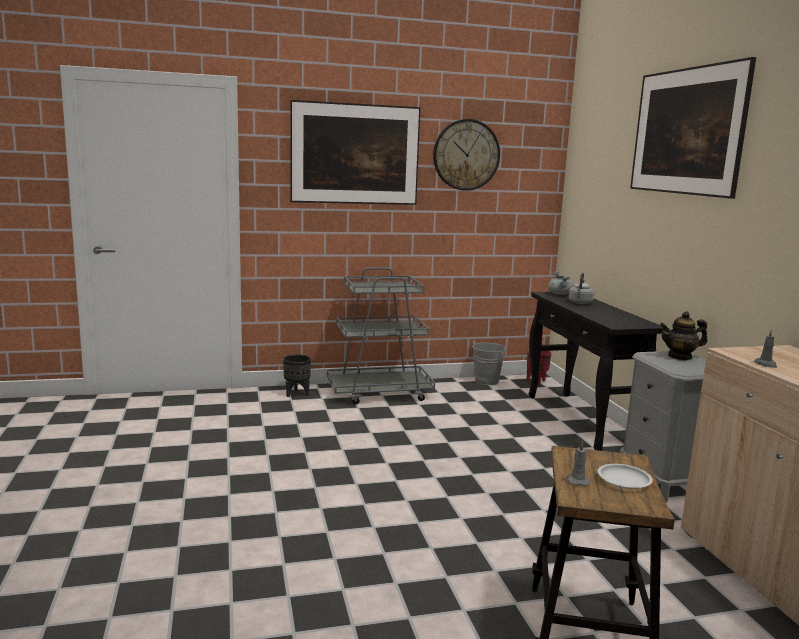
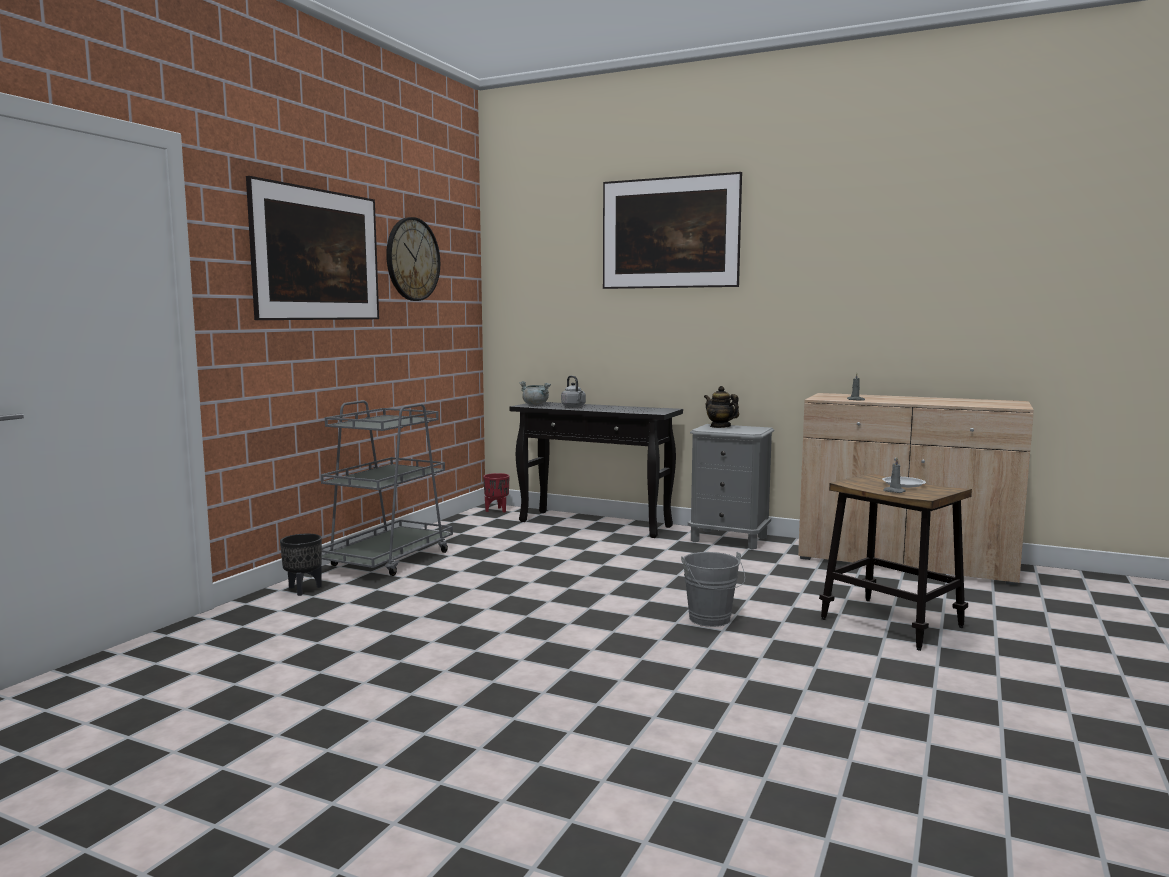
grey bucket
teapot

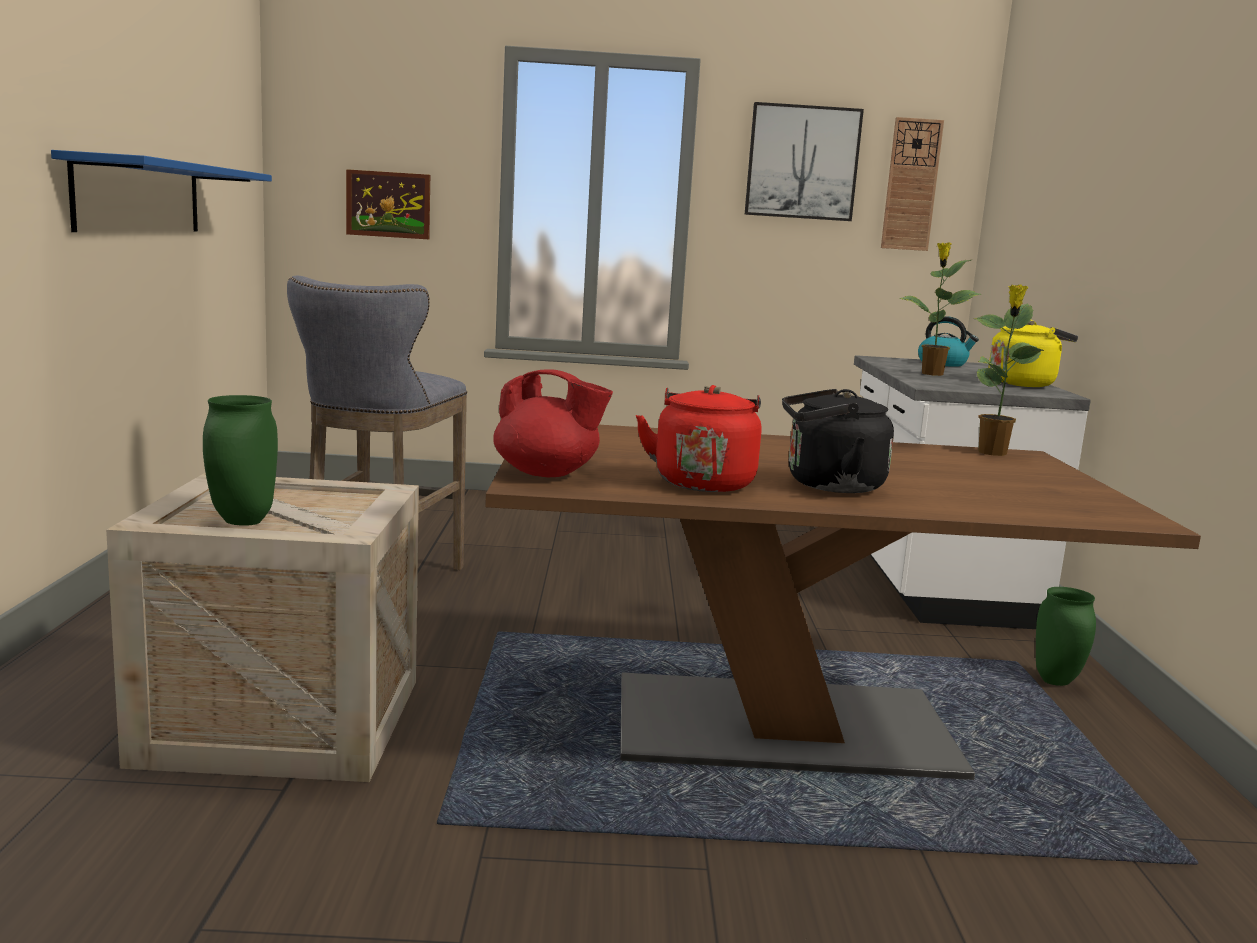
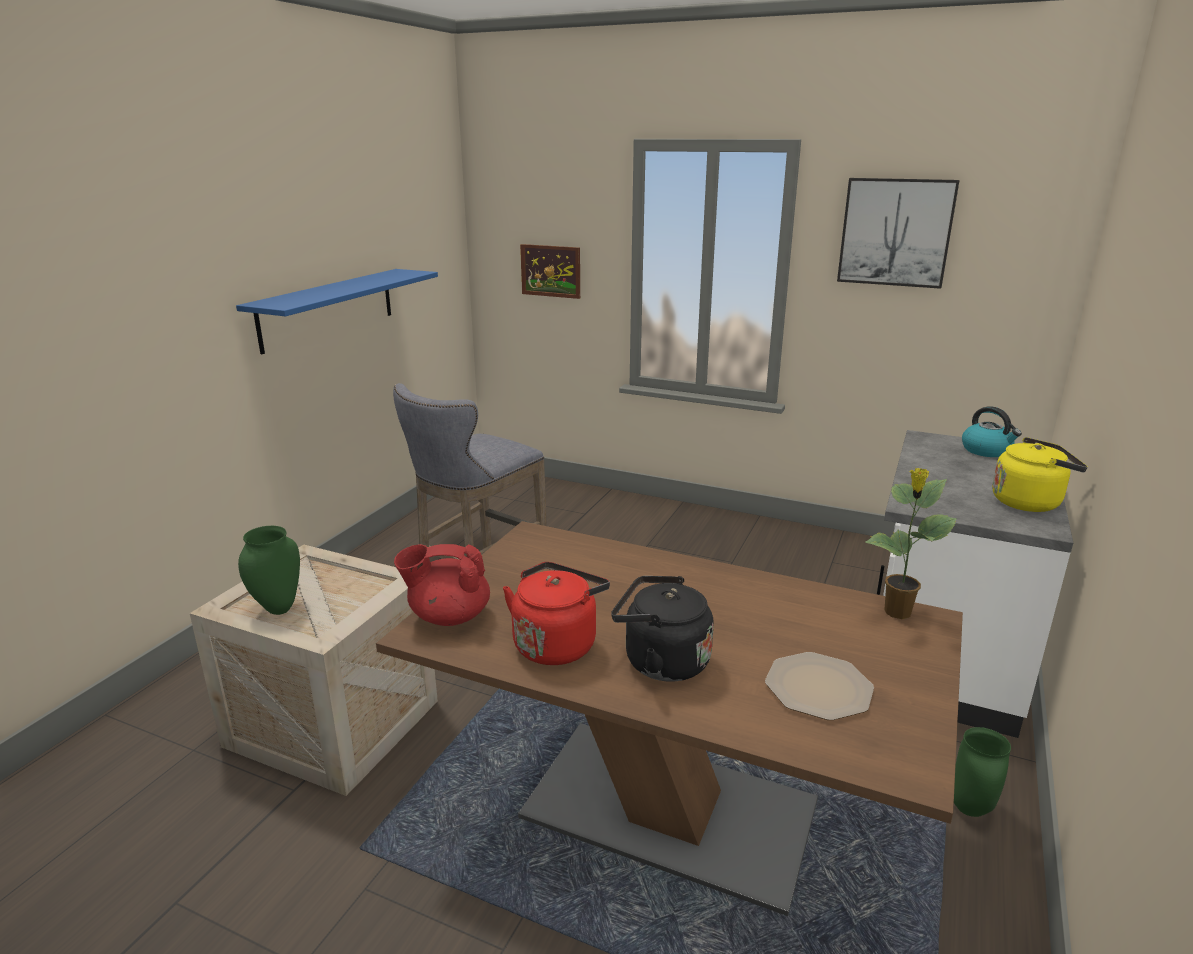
red teapot
wall clock
potted plant (no. 1 from left in the first image)
plate

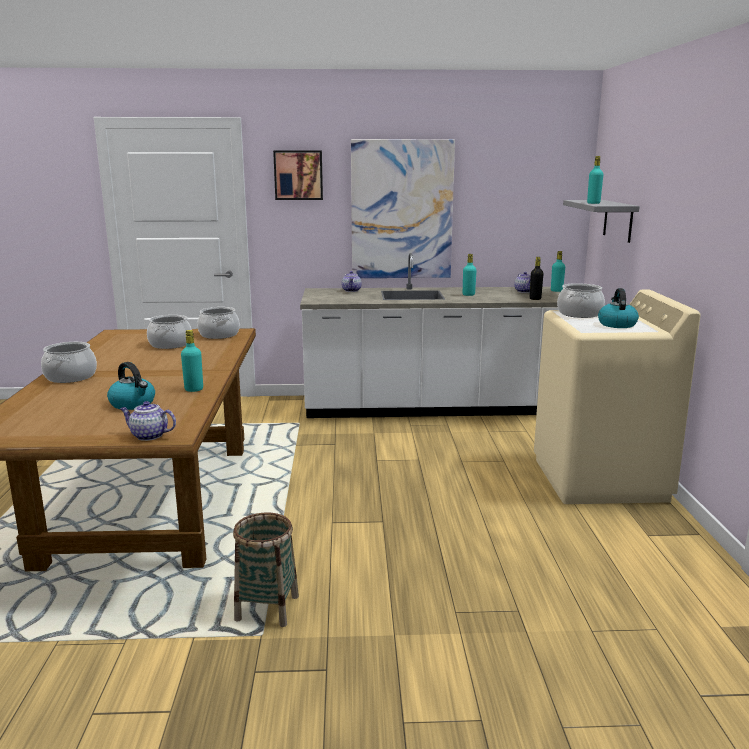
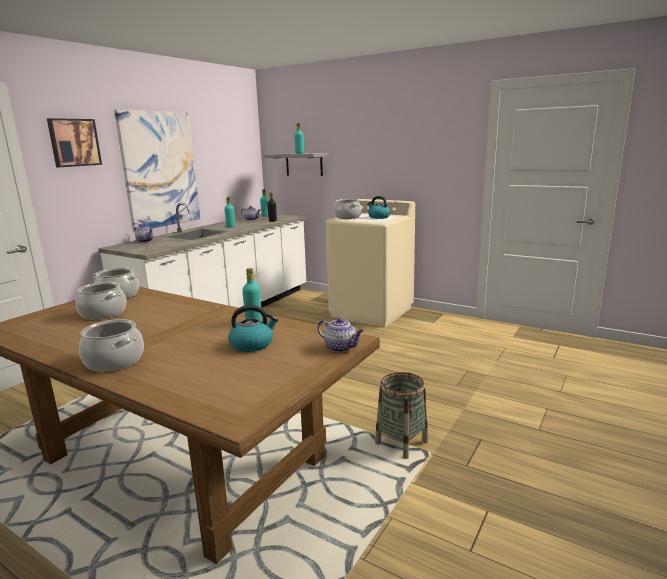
teapot (no. 3 from left)

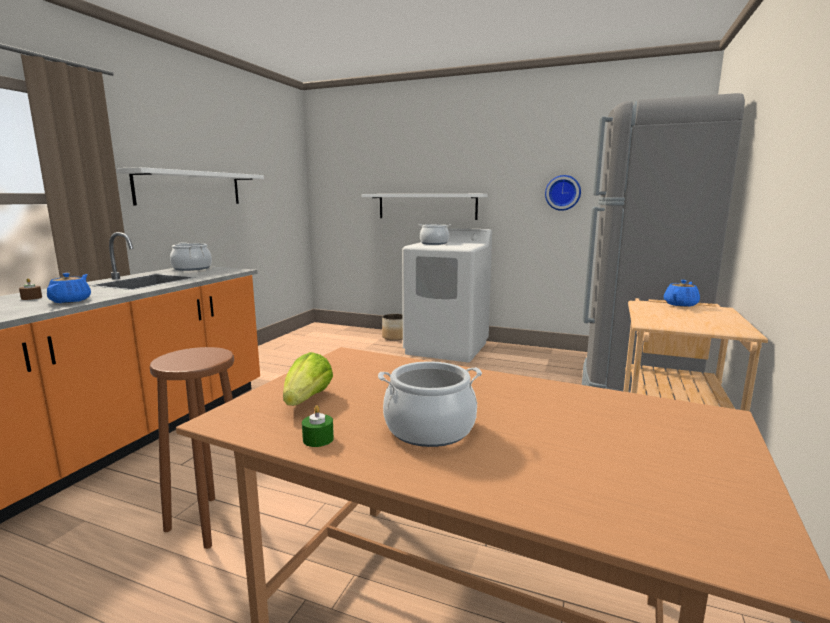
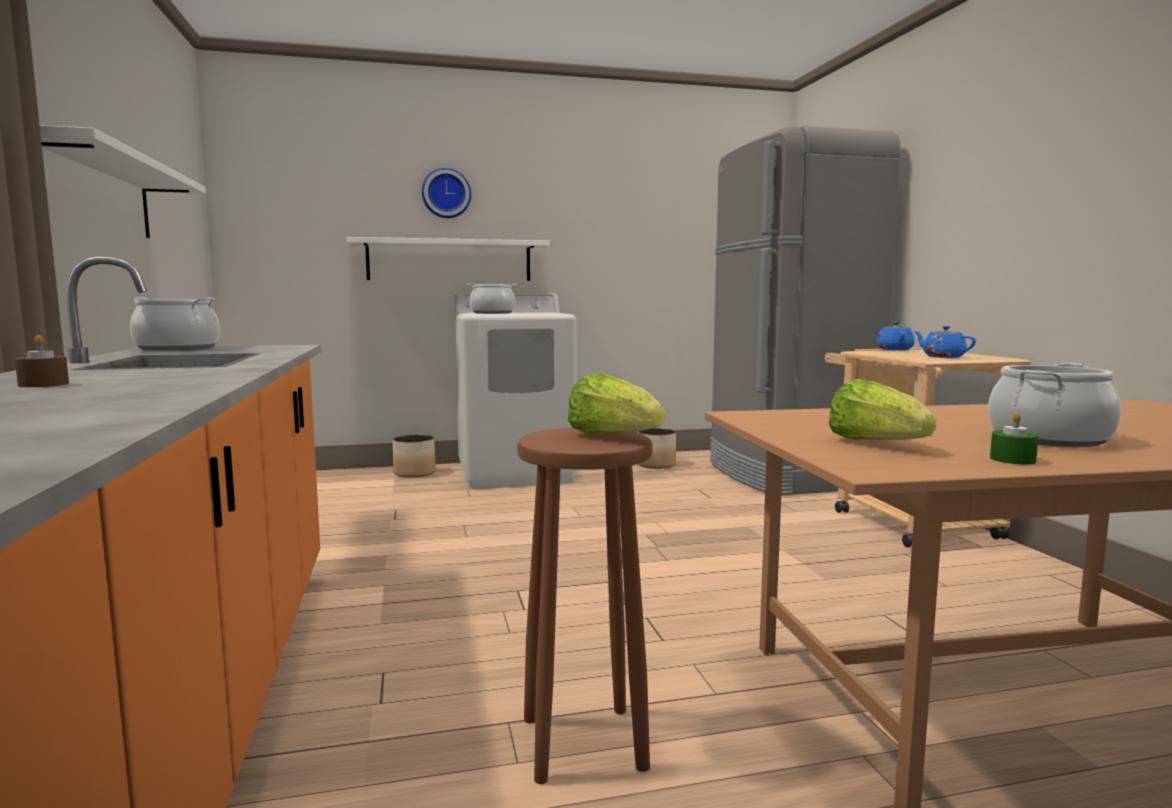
blue teapot (no. 2 from left)
wall clock
lettuce (no. 1 from left)
planter (no. 2 from left)

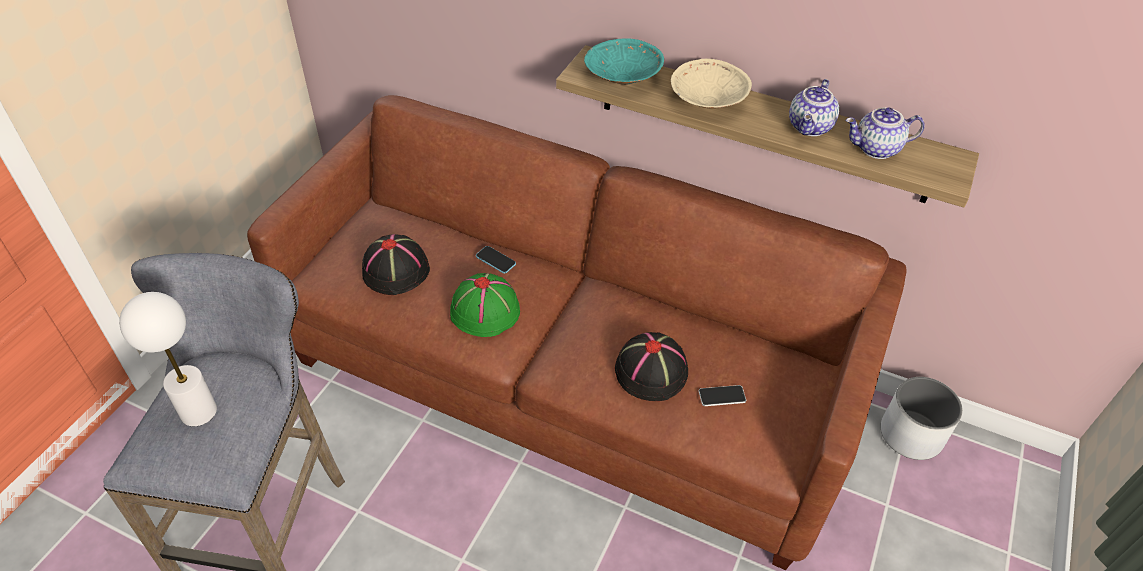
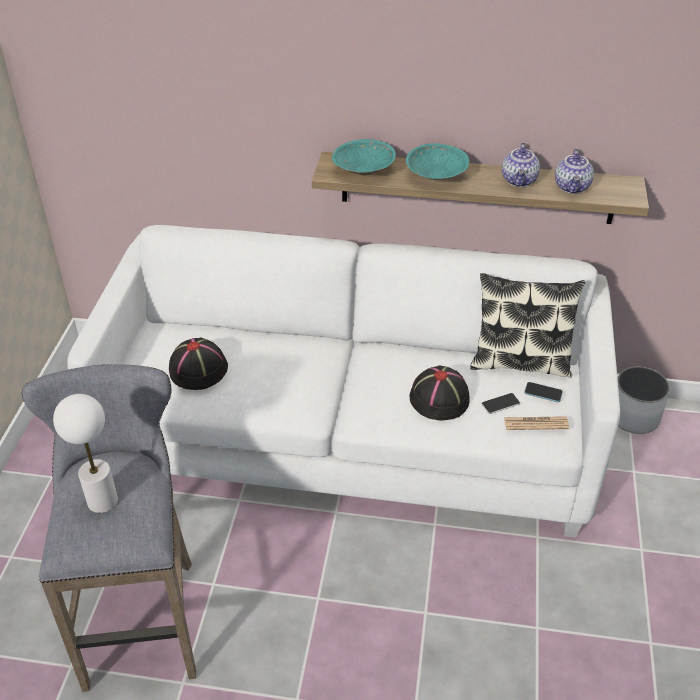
white sofa
green hat
phone (no. 2 from left)
turquoise bowl (no. 2 from left)
teapot (no. 2 from left)
pillow
newspaper

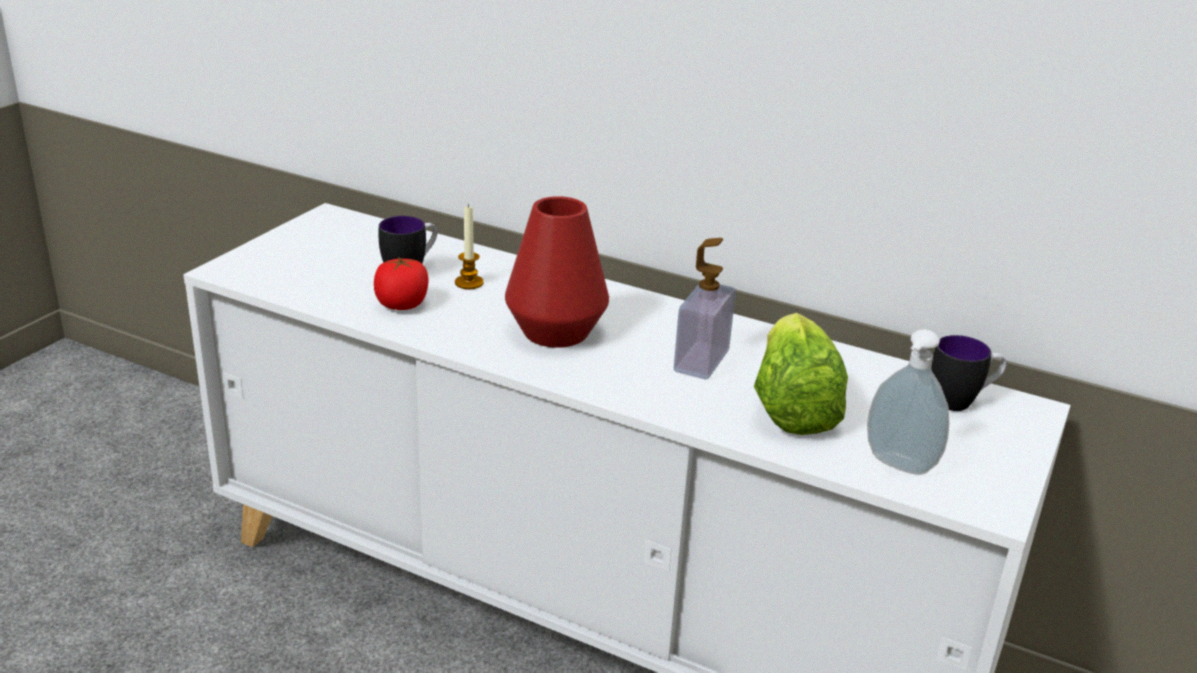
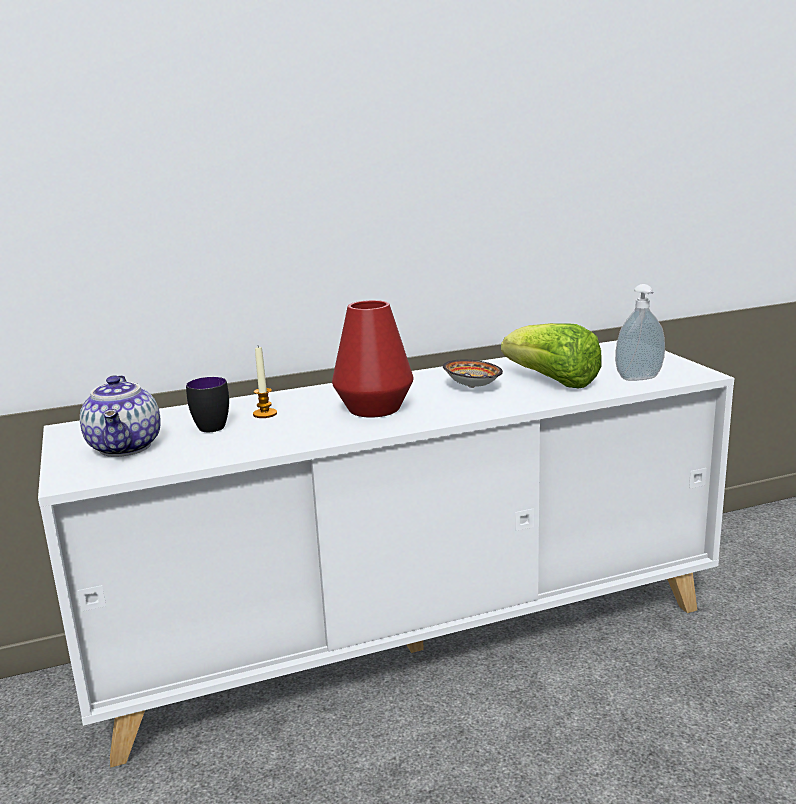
tomato
bowl
mug (no. 2 from left in the first image)
teapot

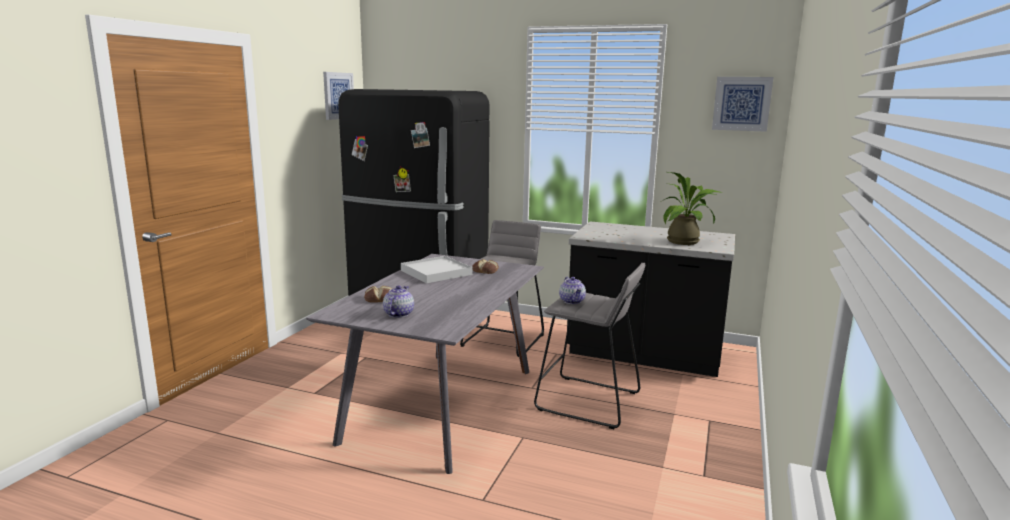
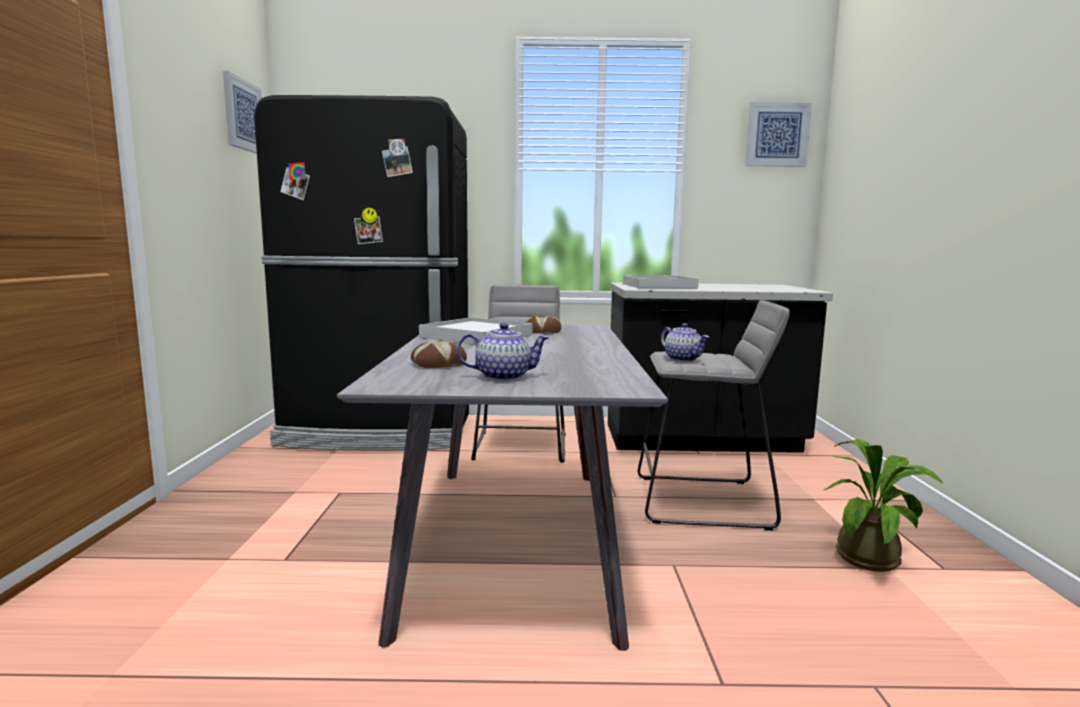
teapot (no. 1 from left)
potted plant
white tray (no. 2 from left)

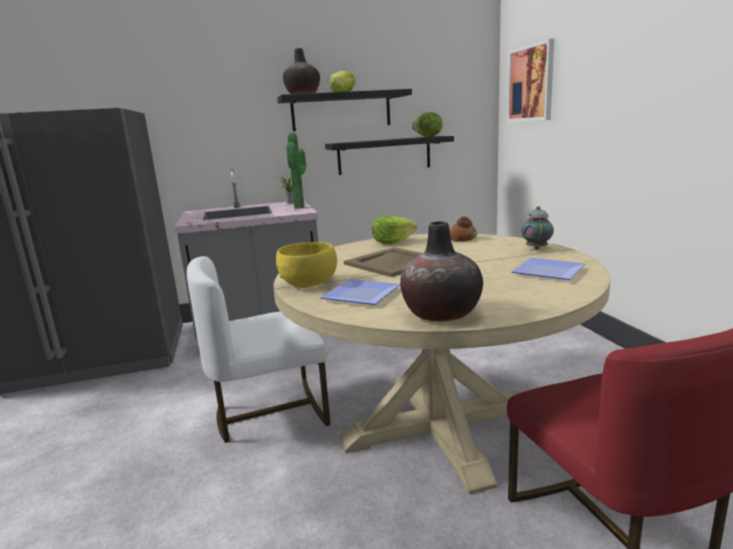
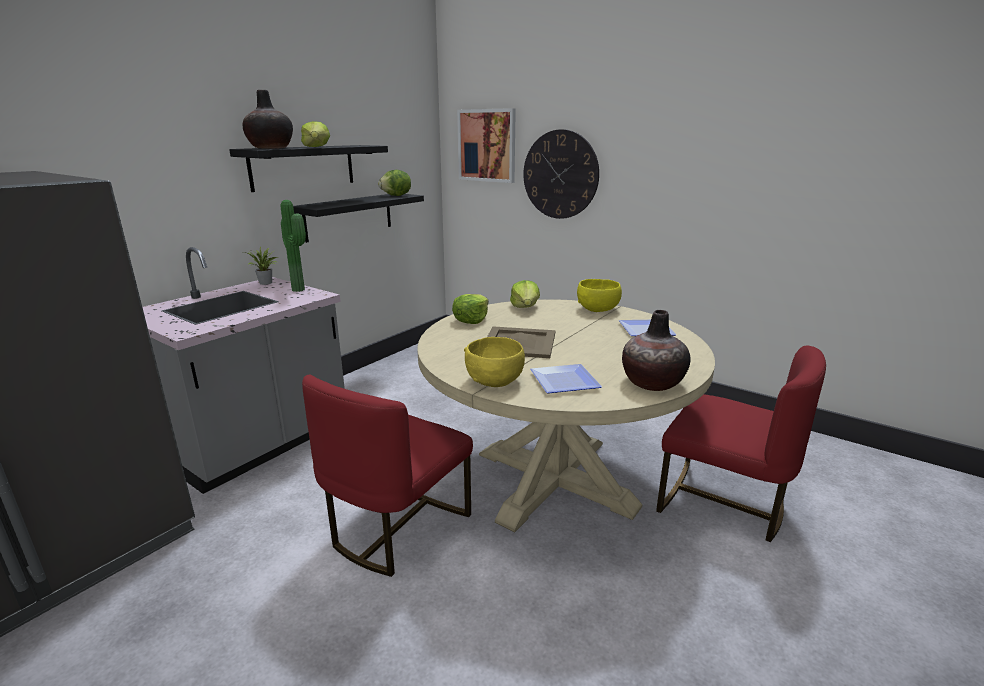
red chair (no. 1 from left)
lettuce (no. 4 from left)
yellow bowl (no. 2 from left)
wall clock

